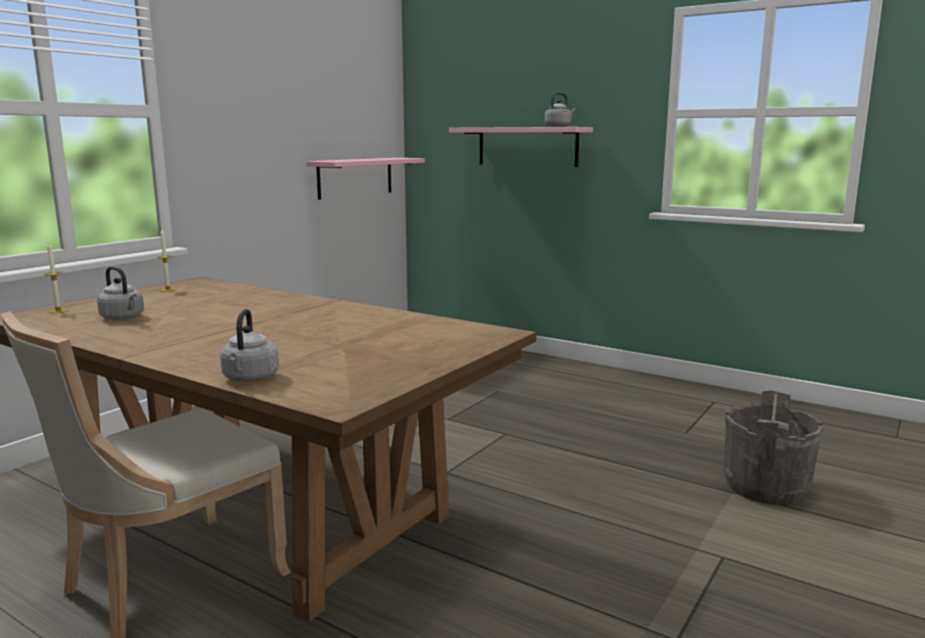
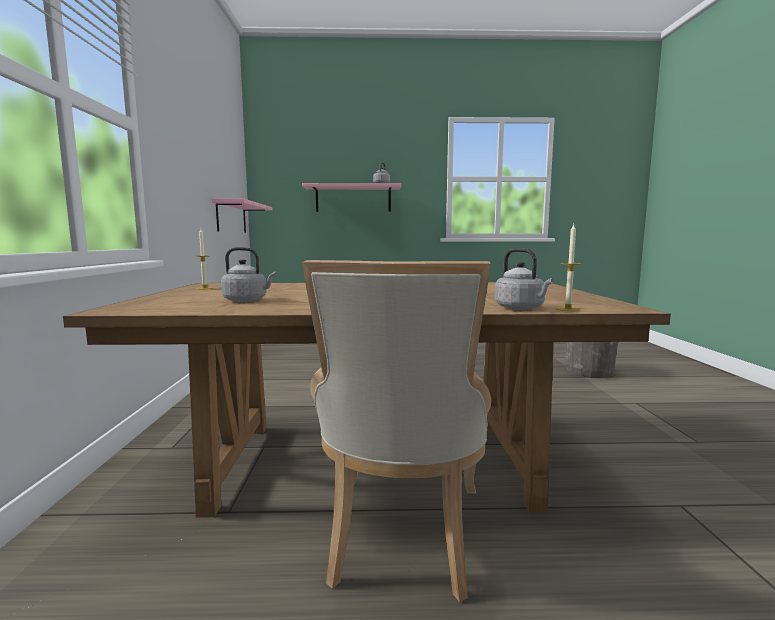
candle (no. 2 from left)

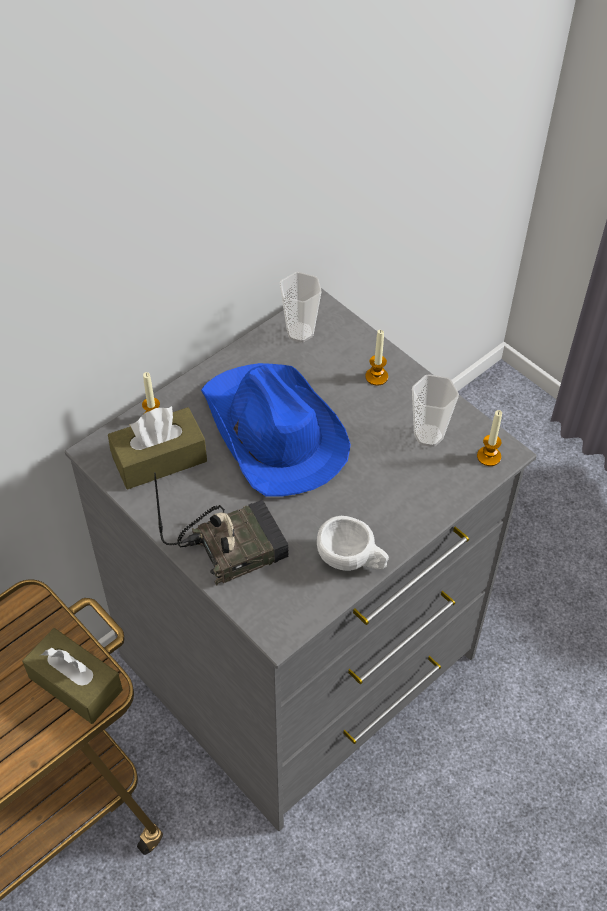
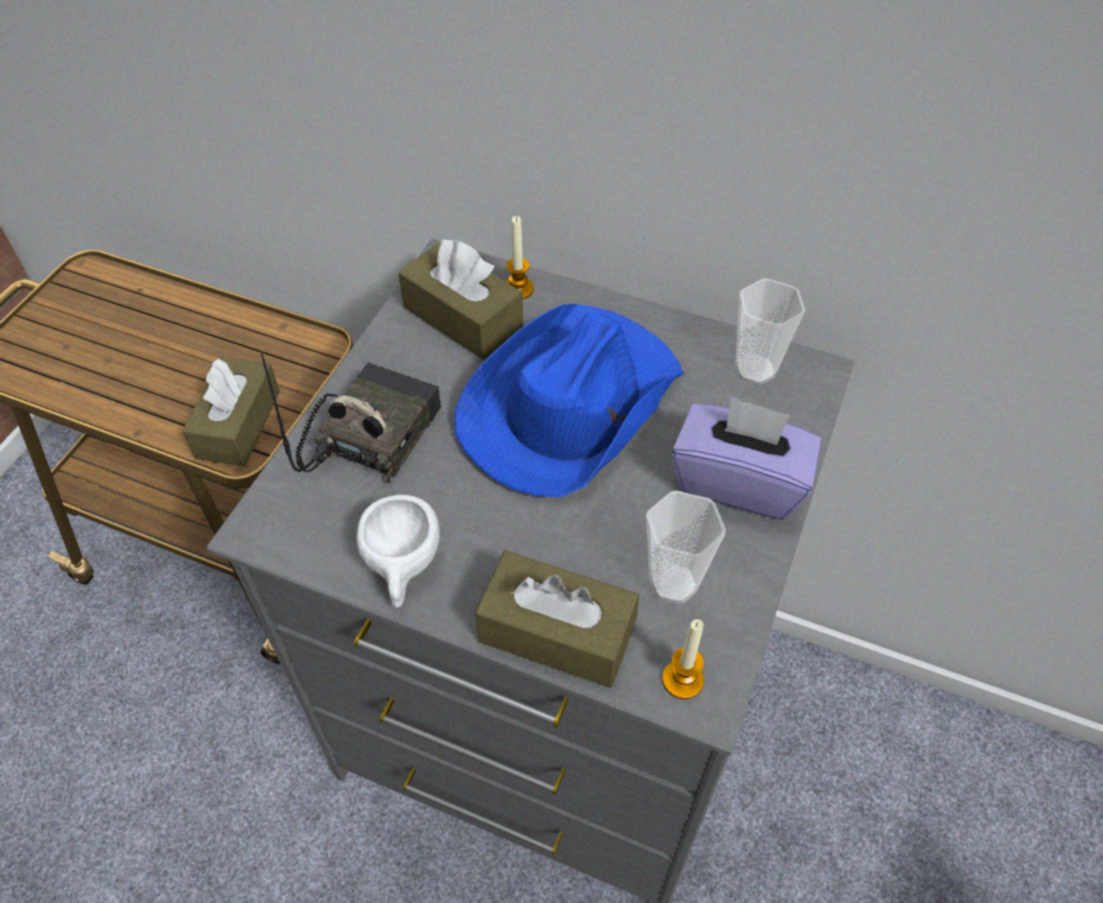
radio
purple tissue box
brown tissue box (no. 3 from left)

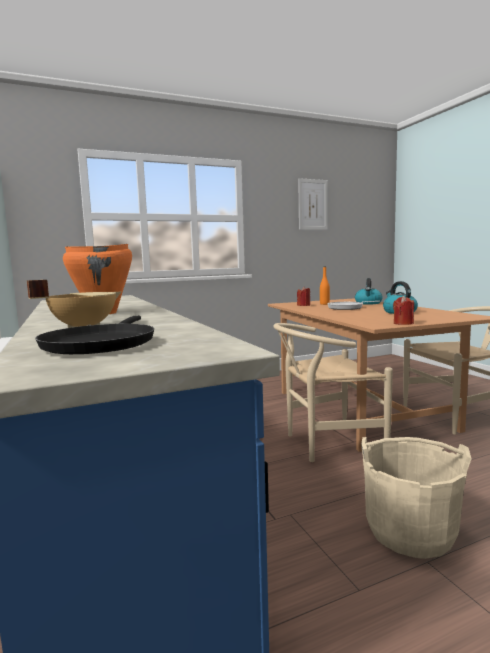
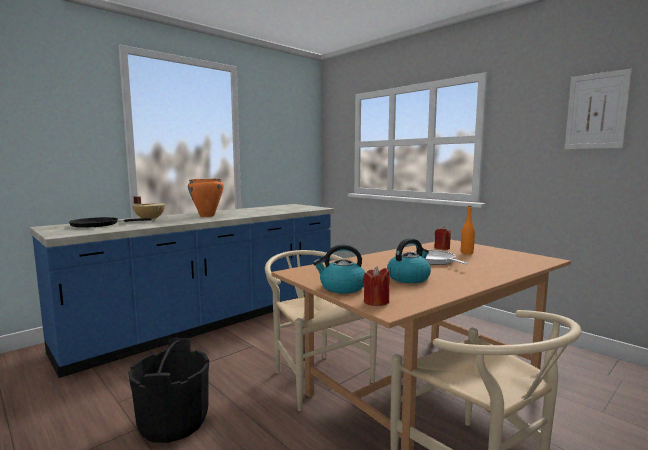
kettle (no. 1 from left)
black bucket
red candle (no. 1 from left)

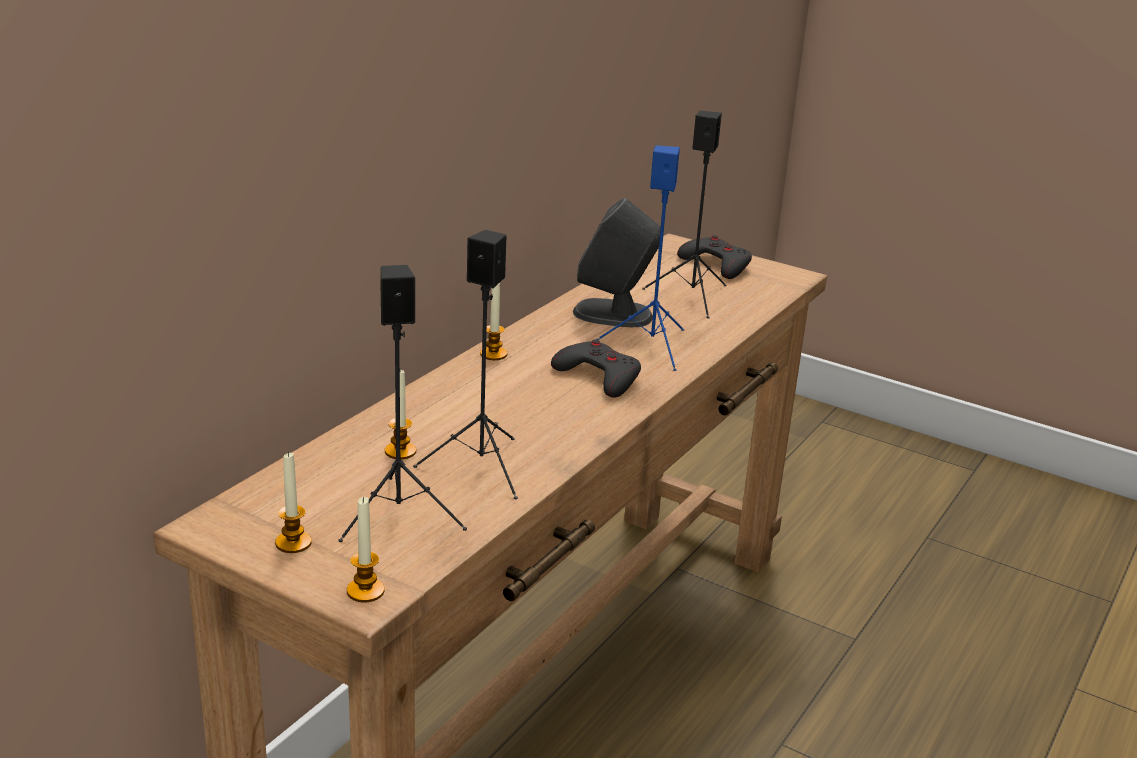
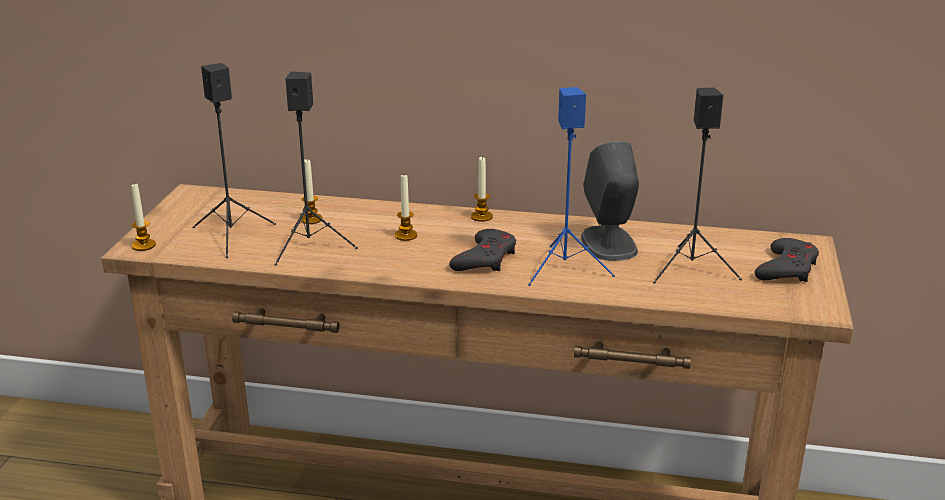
candle (no. 3 from left)

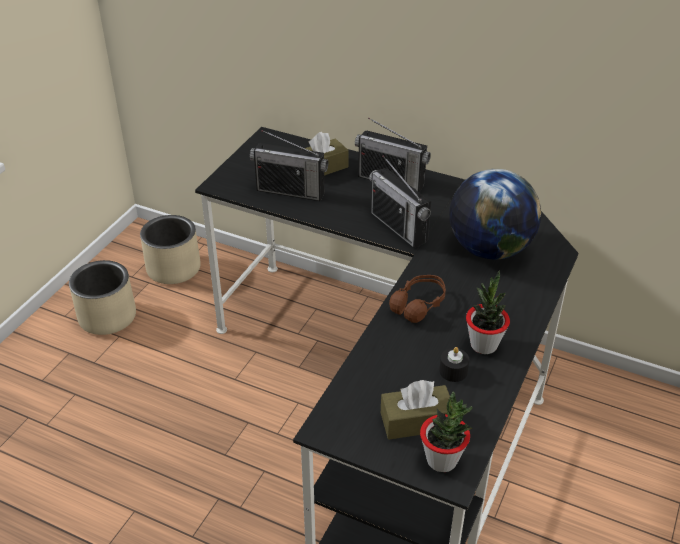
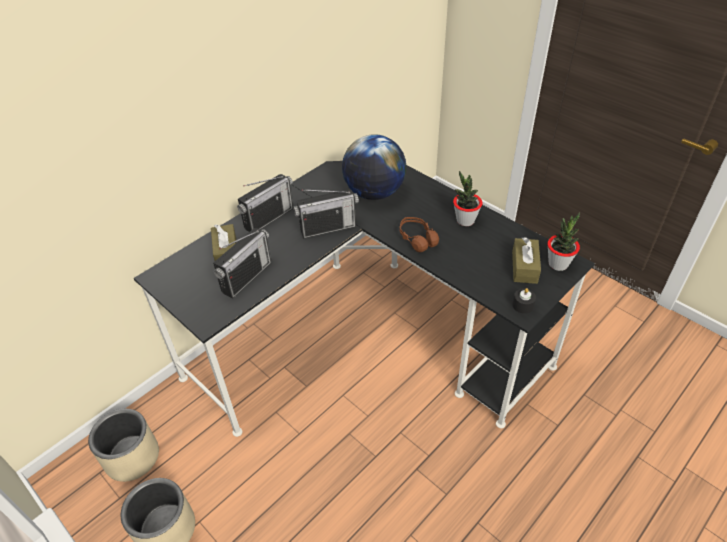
black candle

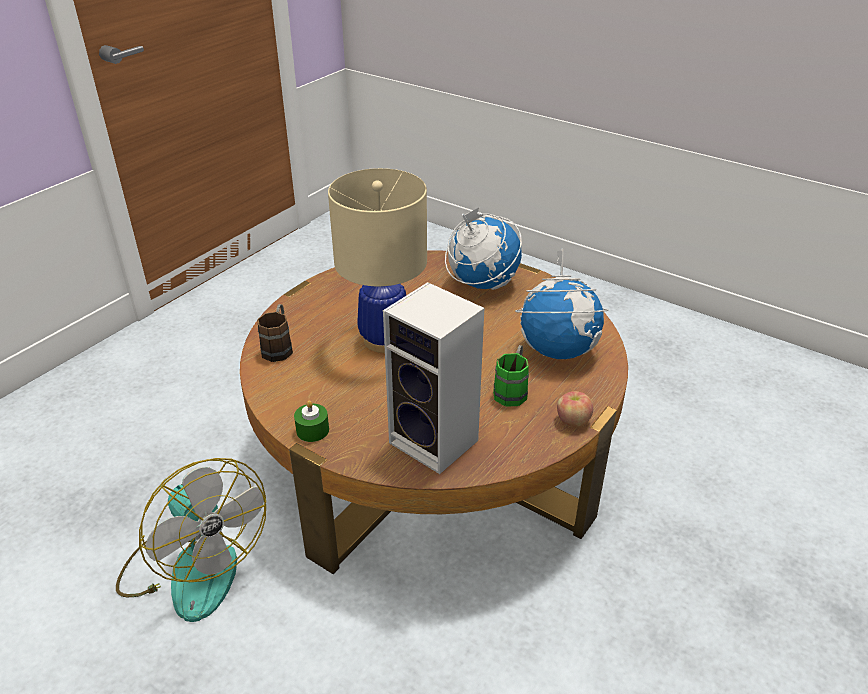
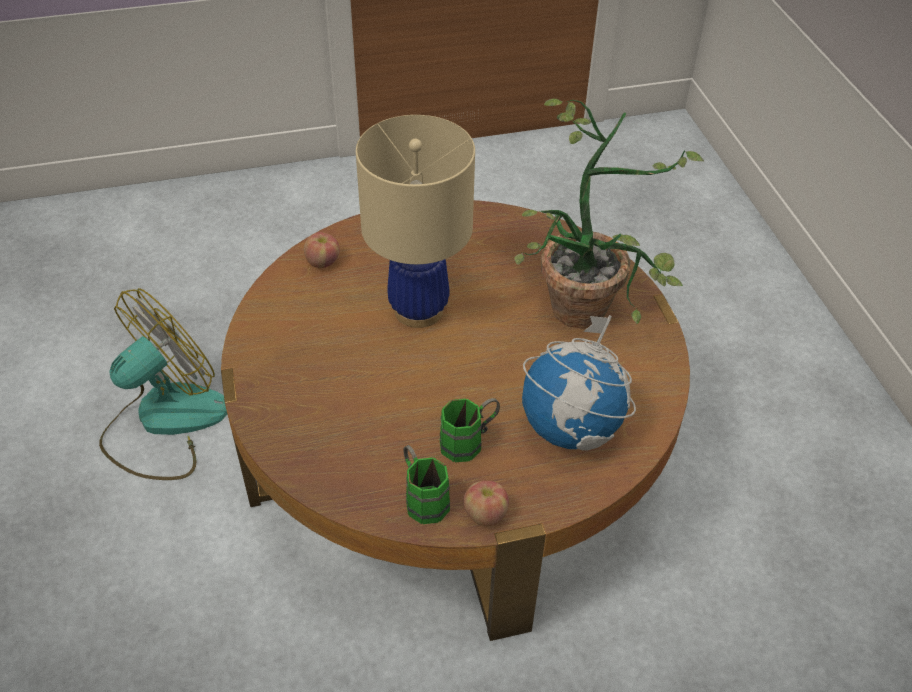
fan
apple (no. 1 from left)
green candle
speaker
potted plant
green mug (no. 1 from left)

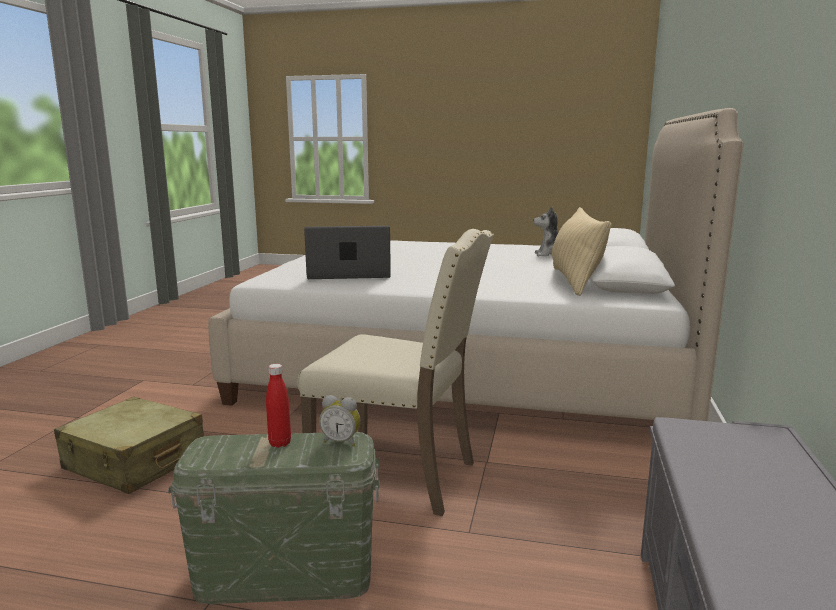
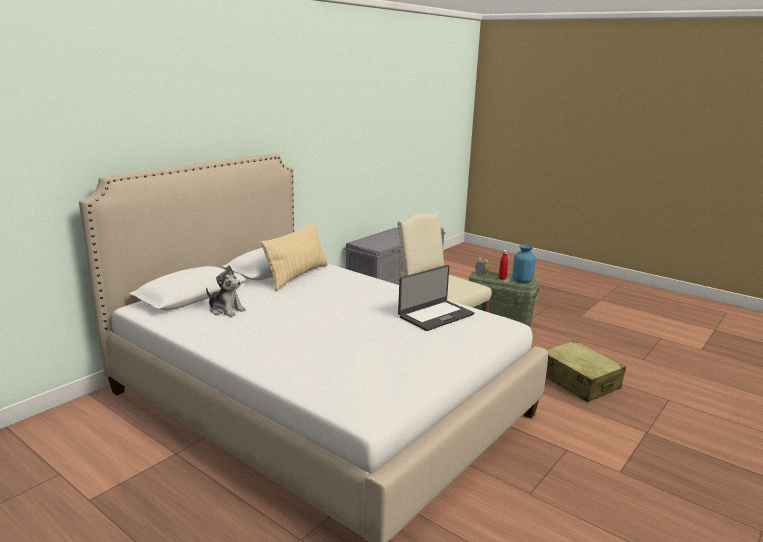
laptop
blue vase

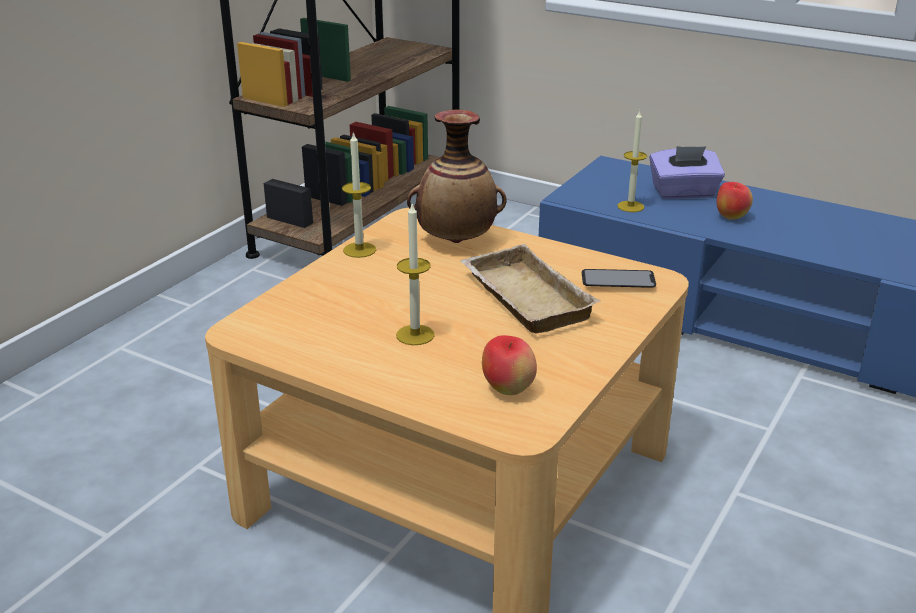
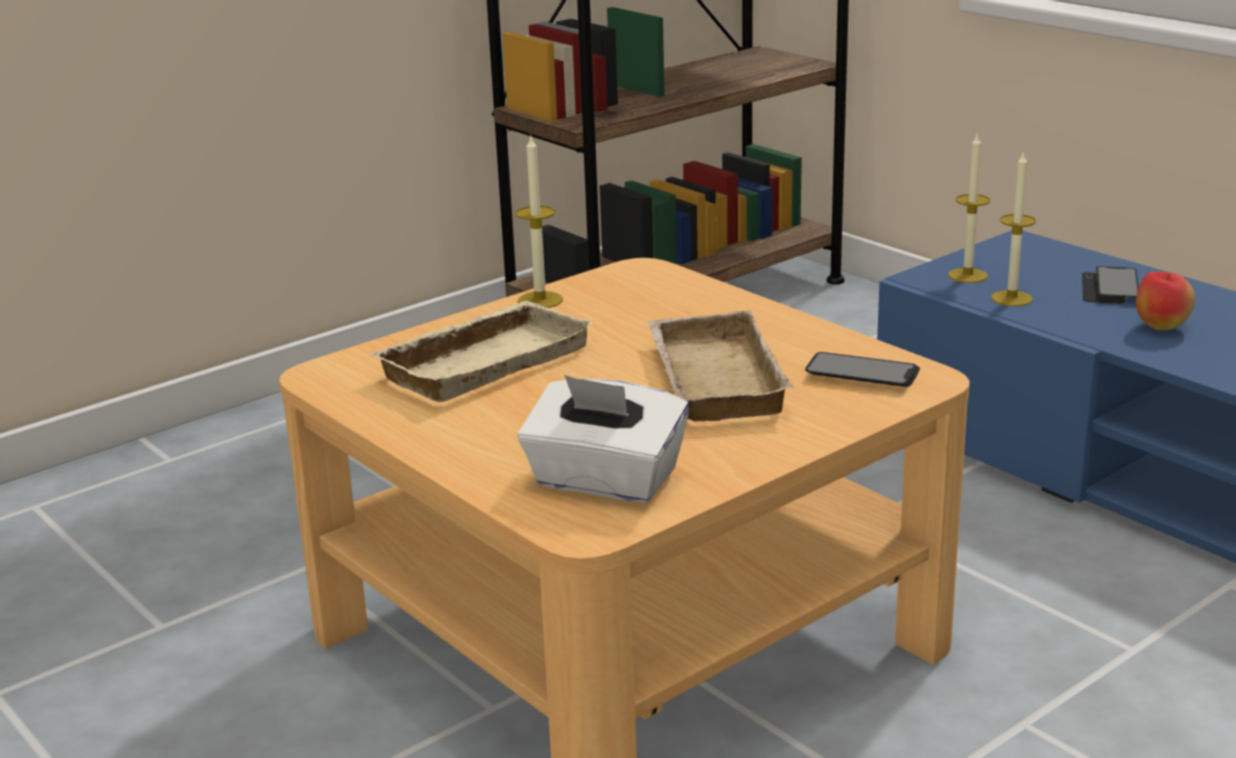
candle (no. 2 from left)
vase
white tissue box
phone (no. 2 from left)
beige tray (no. 1 from left)

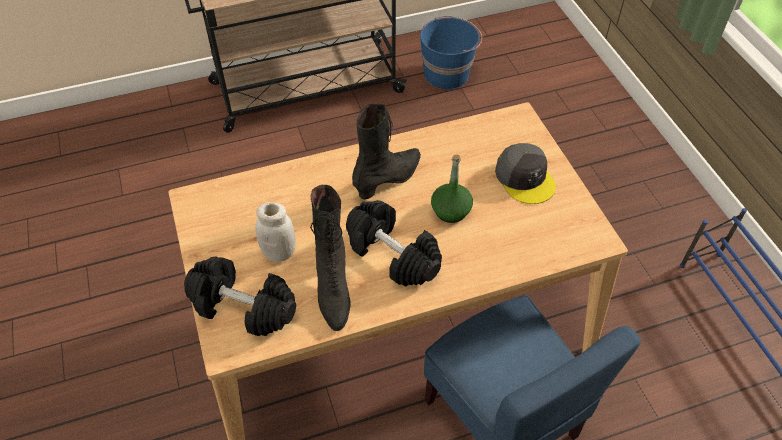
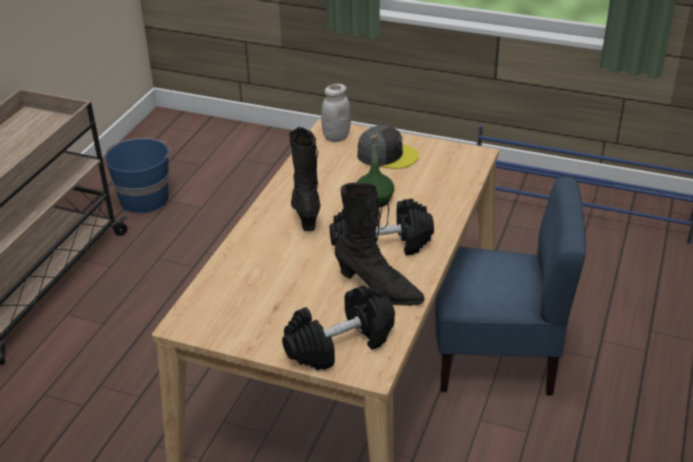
white jar

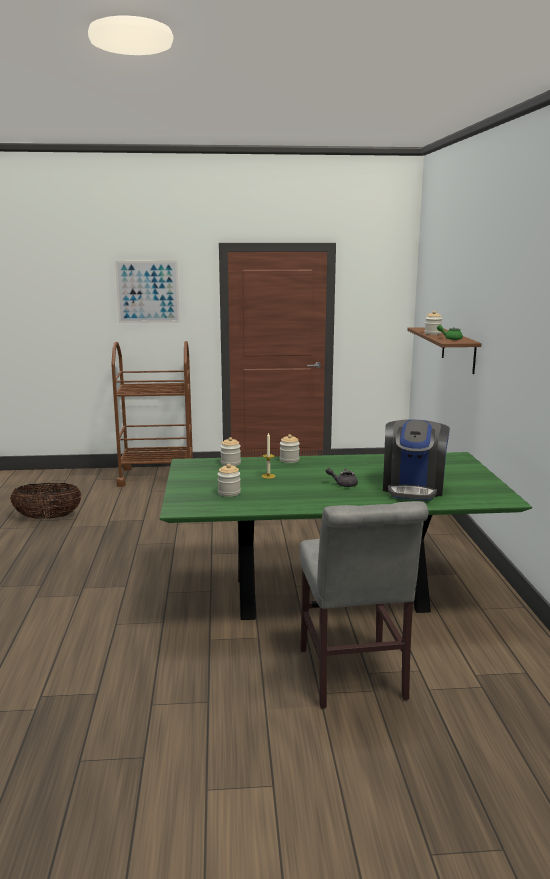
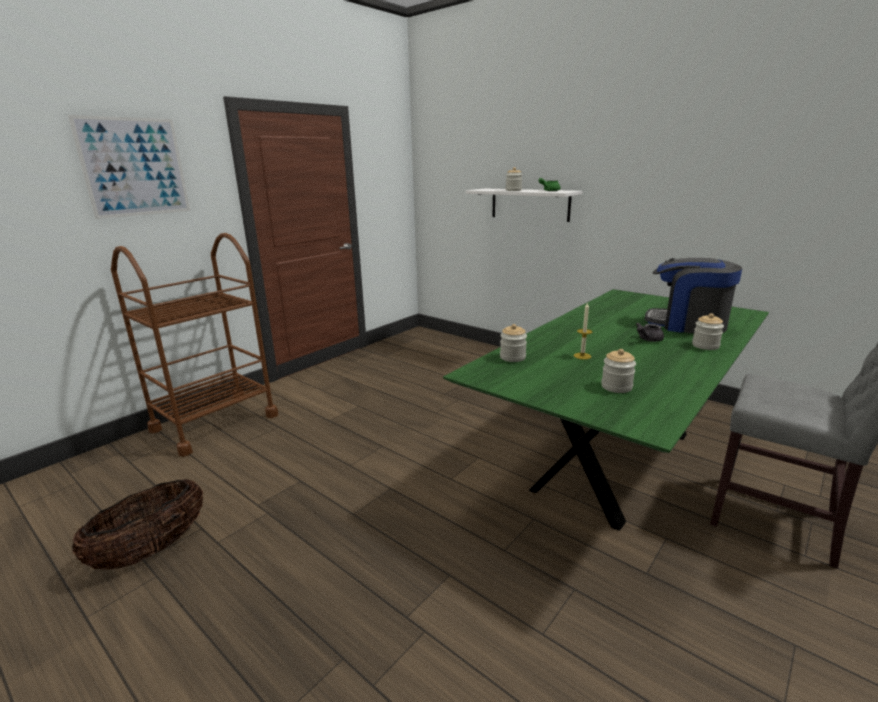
jar (no. 4 from left)
coffee machine
white shelf

